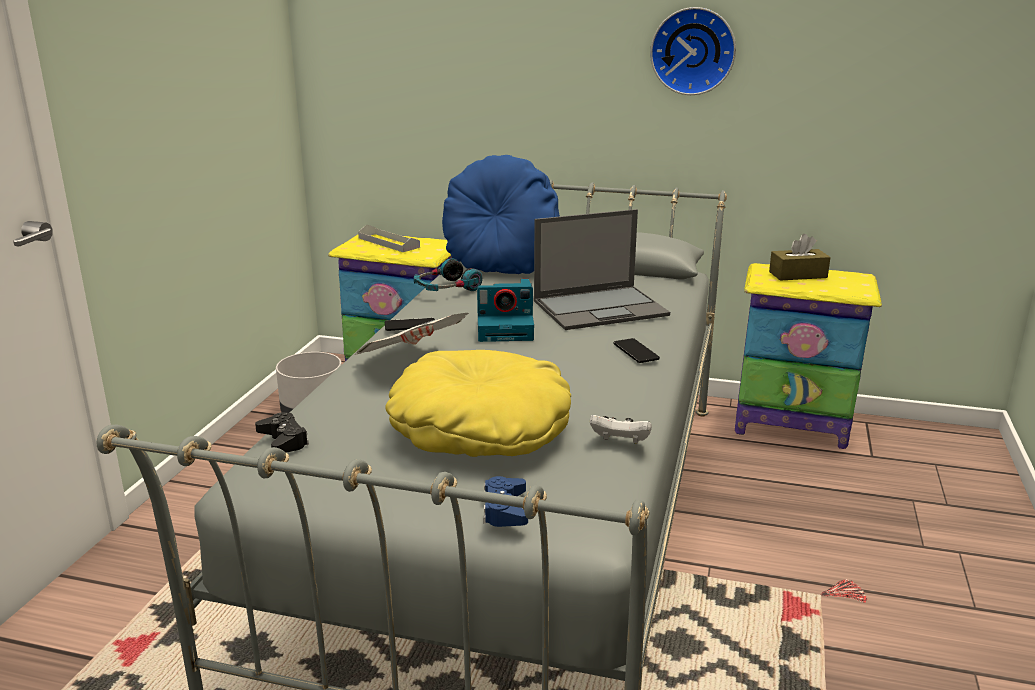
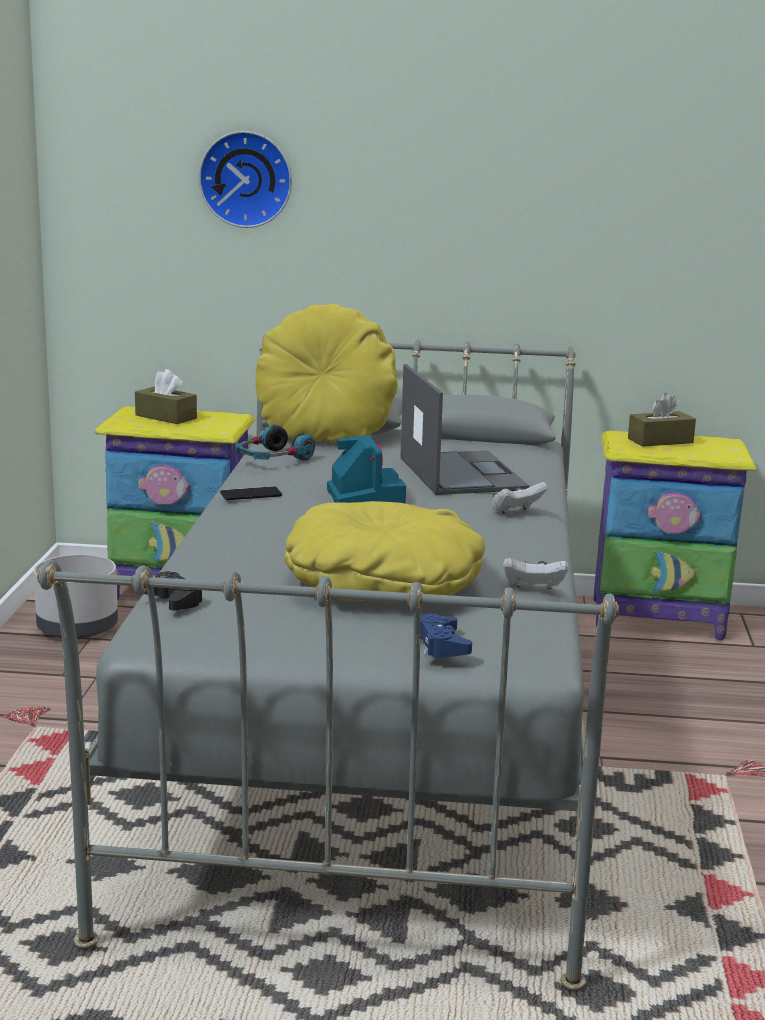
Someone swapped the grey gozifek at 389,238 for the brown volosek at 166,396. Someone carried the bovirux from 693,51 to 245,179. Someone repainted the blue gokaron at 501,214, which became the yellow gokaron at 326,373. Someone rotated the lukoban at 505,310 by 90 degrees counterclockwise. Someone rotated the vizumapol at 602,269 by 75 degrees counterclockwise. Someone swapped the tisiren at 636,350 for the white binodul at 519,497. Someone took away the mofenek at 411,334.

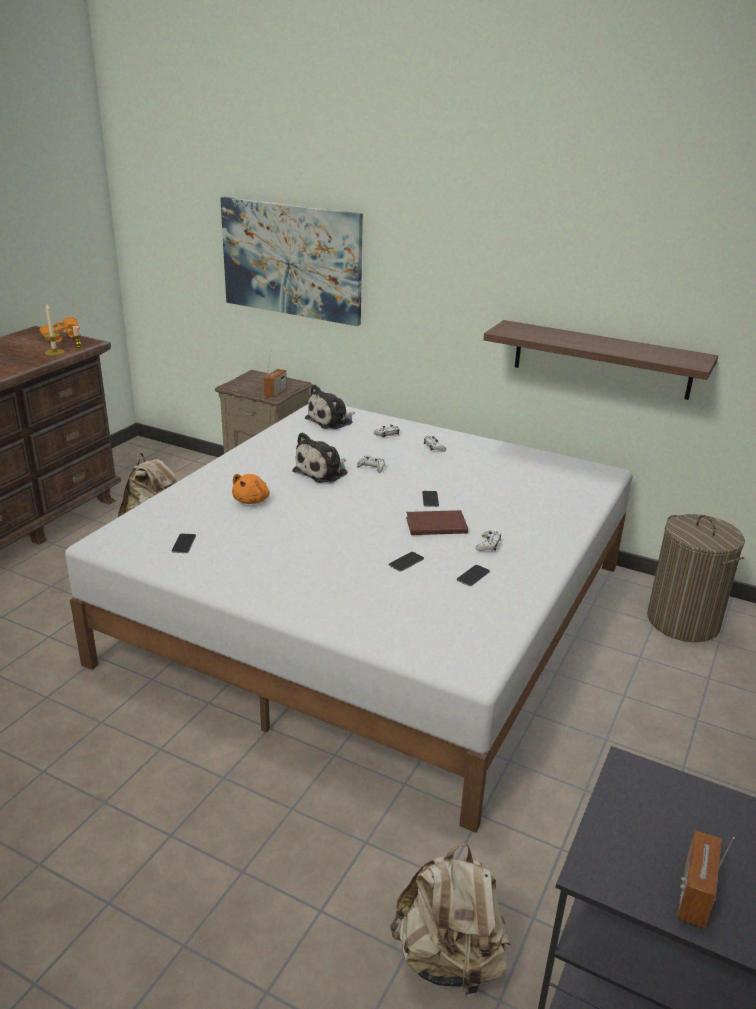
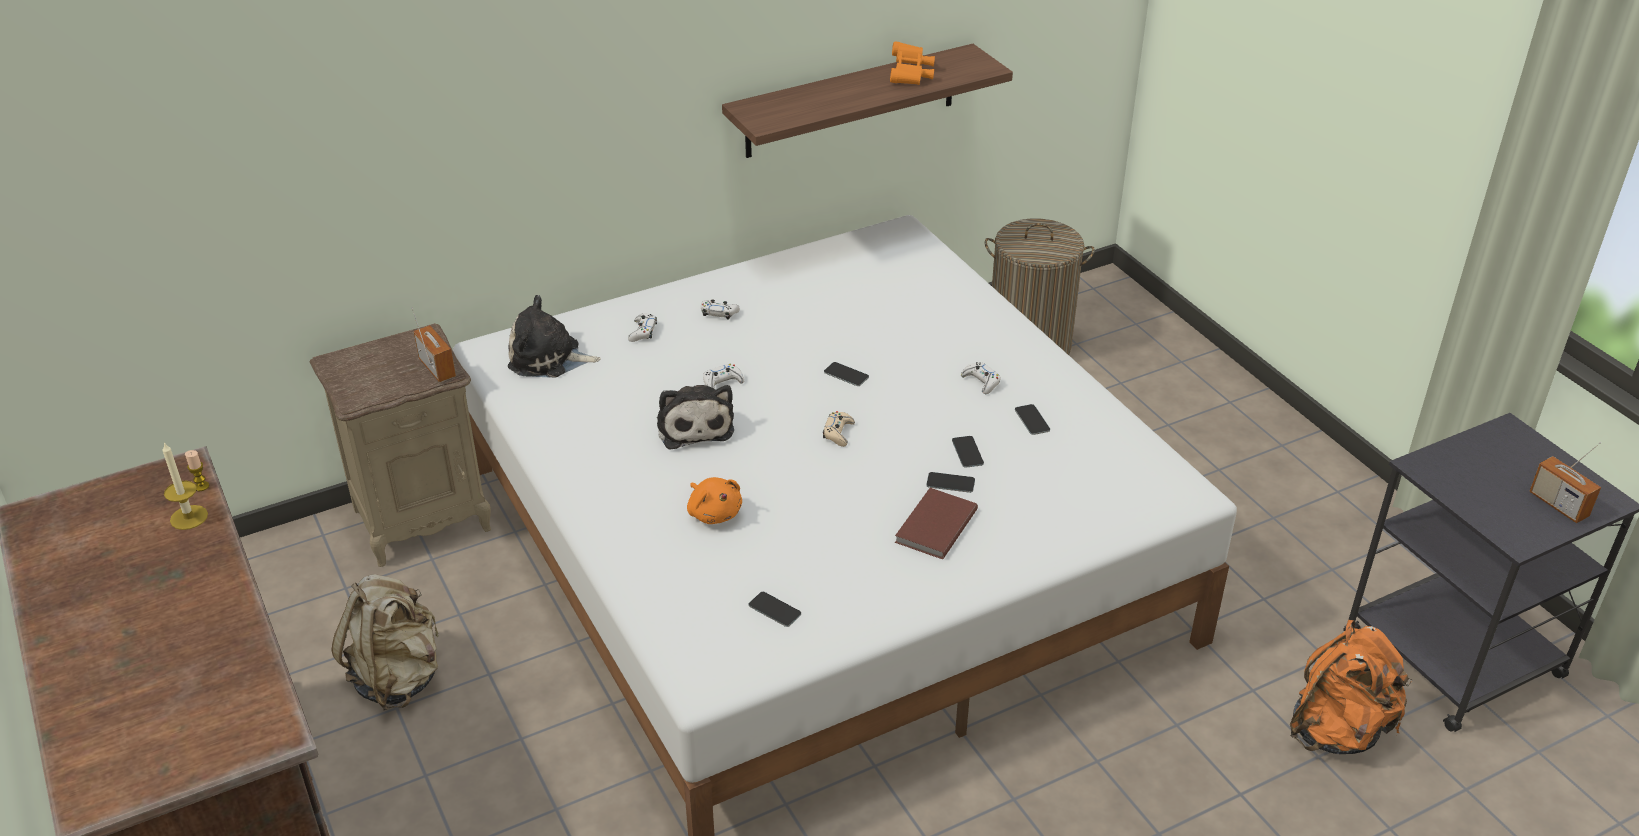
Someone rotated the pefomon at 330,406 by 105 degrees clockwise. Someone put down the beige binodul at 839,429. Someone carried the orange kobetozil from 60,329 to 912,63. Someone carried the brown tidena from 437,522 to 936,523. Someone put down the tisiren at 950,482. Someone repainted the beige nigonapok at 450,921, which became the orange nigonapok at 1351,687. Someone took away the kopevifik at 291,261.

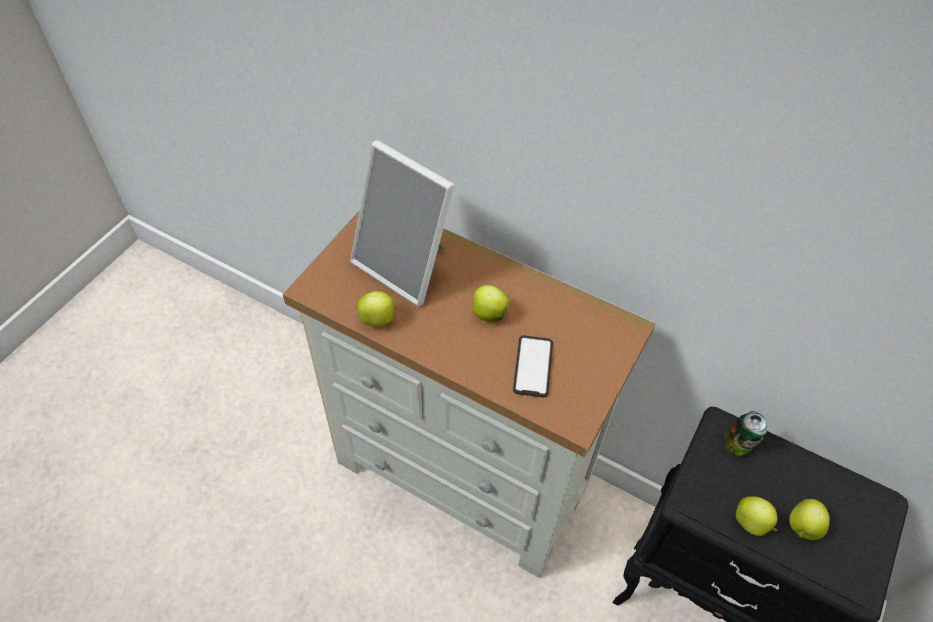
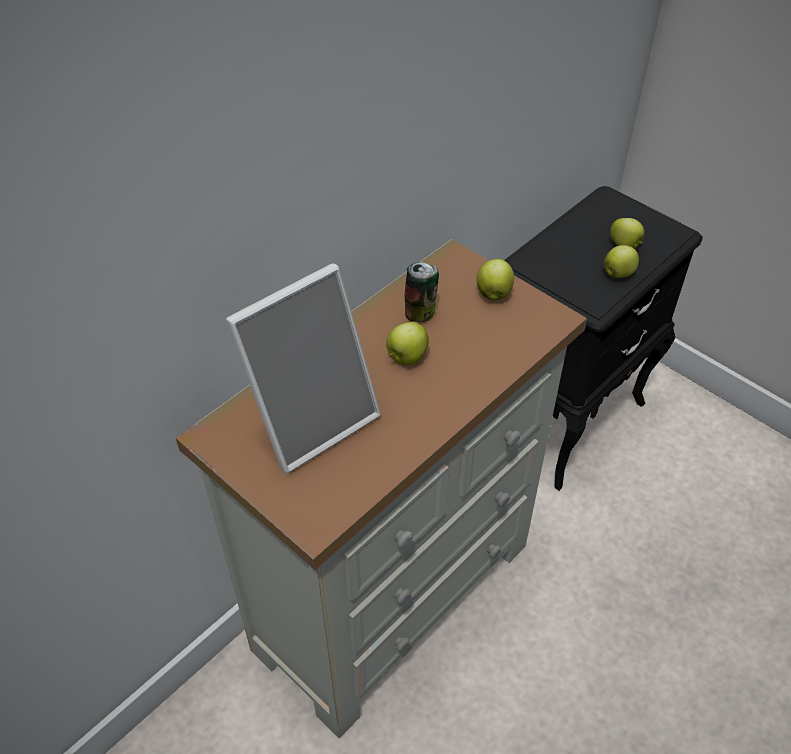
Someone carried the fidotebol from 745,433 to 422,292. Someone carried the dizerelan from 377,308 to 495,279. Someone took away the tisiren at 533,366.

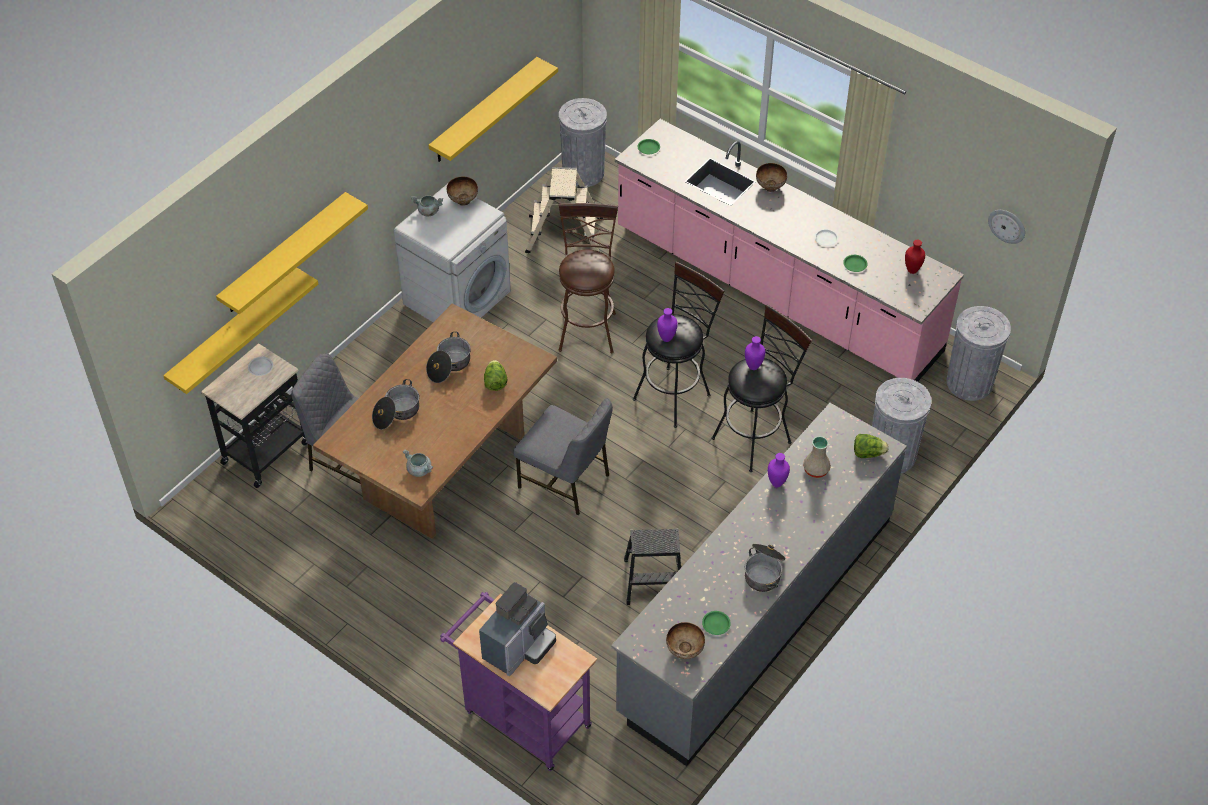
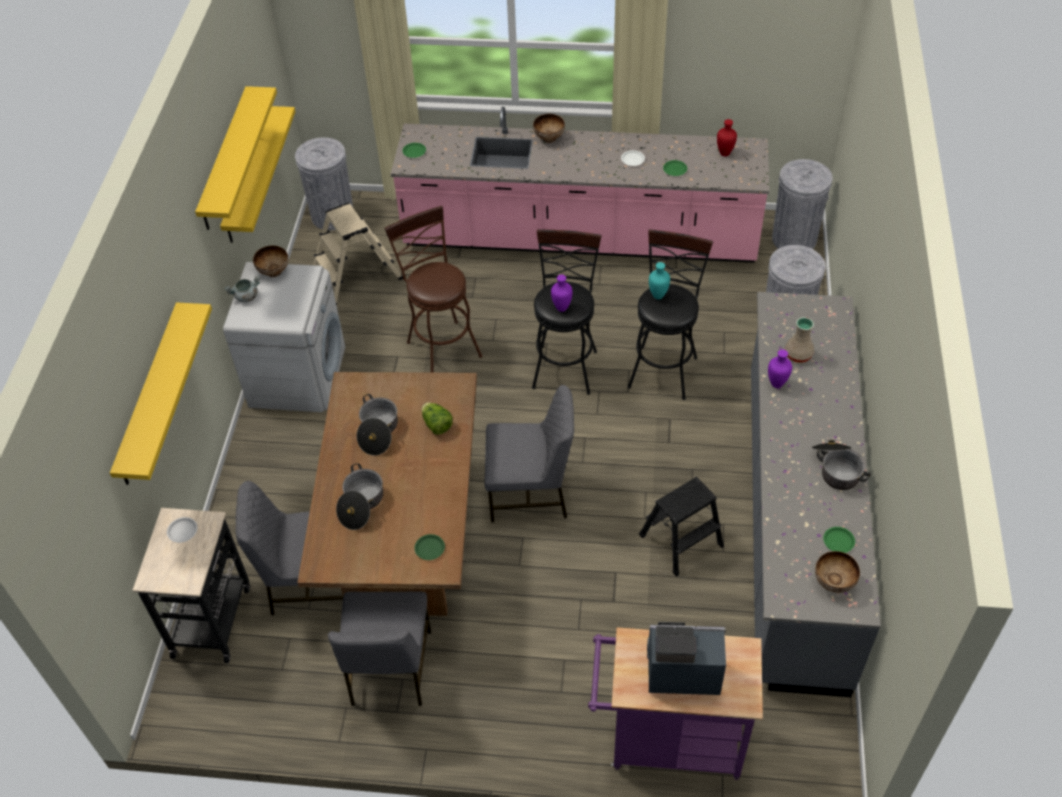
Someone carried the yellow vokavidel from 240,331 to 236,158. Someone put down the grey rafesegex at 379,648. Someone swapped the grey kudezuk at 418,463 for the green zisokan at 429,547. Someone rotated the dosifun at 517,629 by 90 degrees counterclockwise. Someone repainted the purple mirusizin at 755,353, which became the turquoise mirusizin at 659,280. Someone took away the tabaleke at 871,446. Someone took away the bovirux at 1006,227.

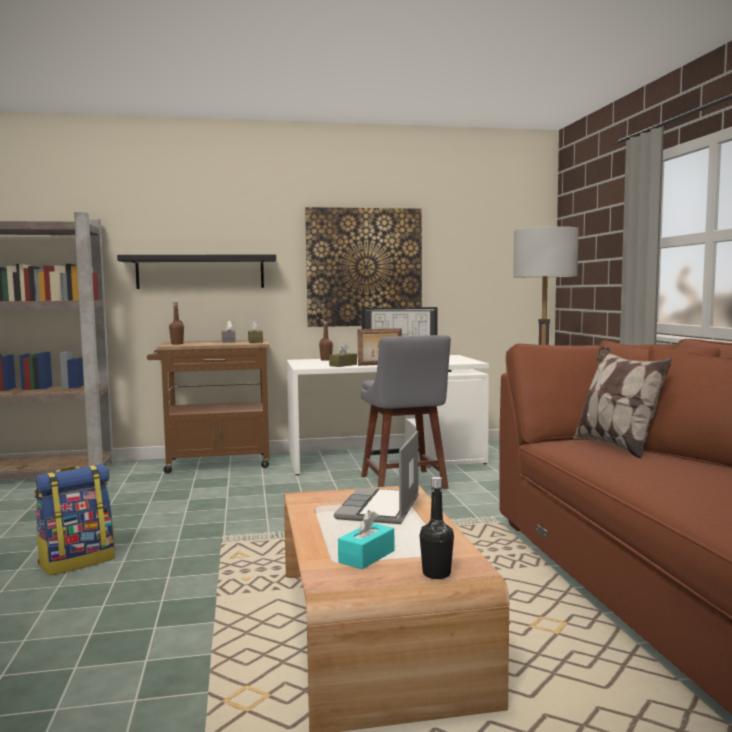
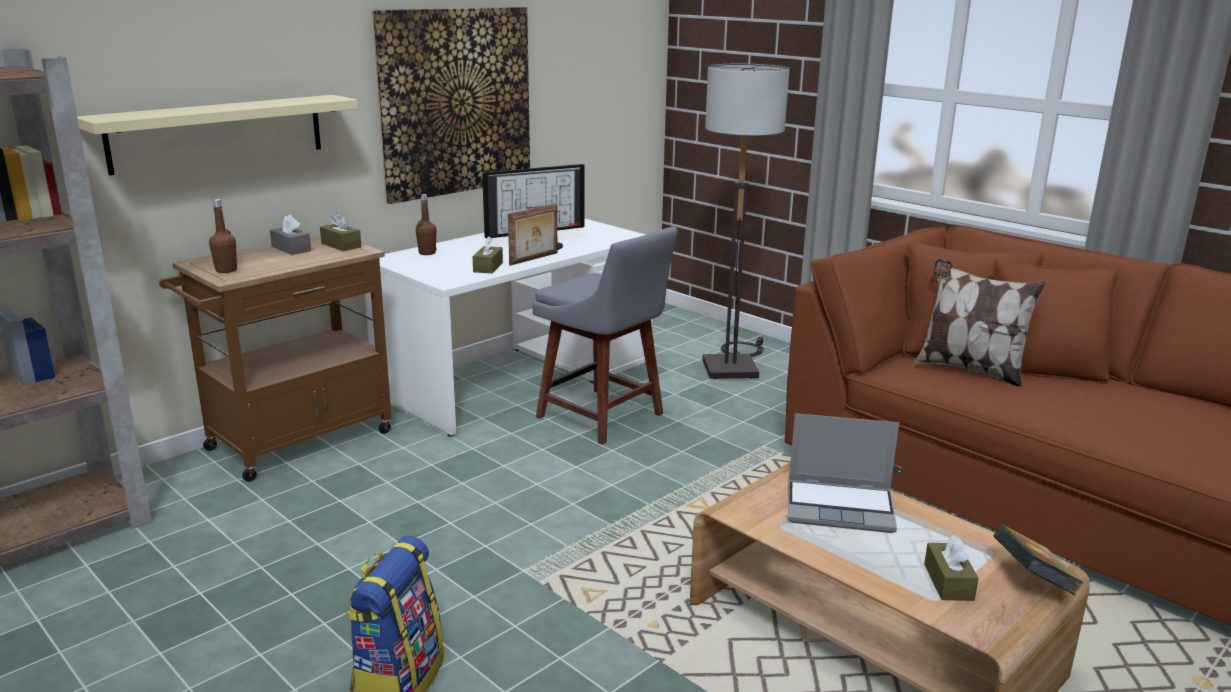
Someone repainted the black vokavidel at 196,272, which became the beige vokavidel at 217,135. Someone rotated the vizumapol at 376,477 by 60 degrees counterclockwise. Someone repainted the turquoise volosek at 366,539, which became the brown volosek at 951,568. Someone swapped the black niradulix at 436,528 for the tidena at 1038,560.

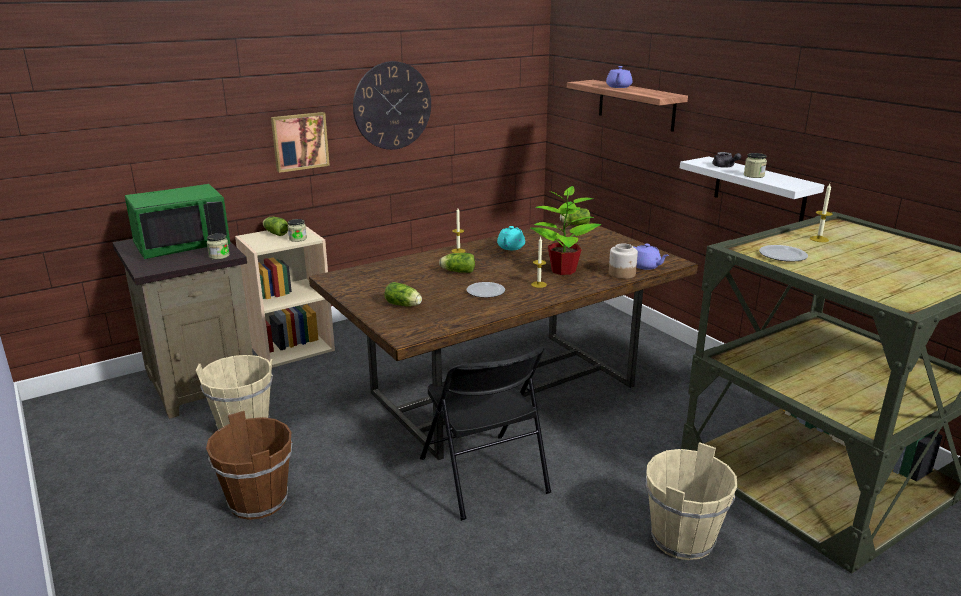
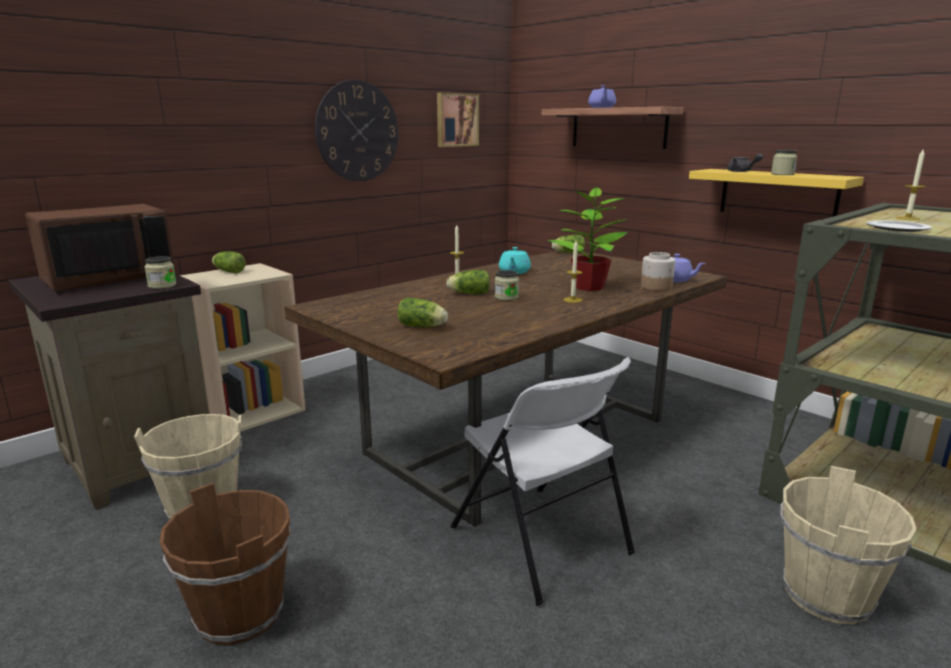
Someone repainted the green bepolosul at 177,221, which became the brown bepolosul at 100,247. Someone carried the kopevifik from 300,142 to 458,120. Someone repainted the black rafesegex at 485,433, which became the white rafesegex at 542,481. Someone carried the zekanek from 297,230 to 507,285. Someone repainted the white vokavidel at 752,189, which became the yellow vokavidel at 776,193. Someone took away the zisokan at 486,290.

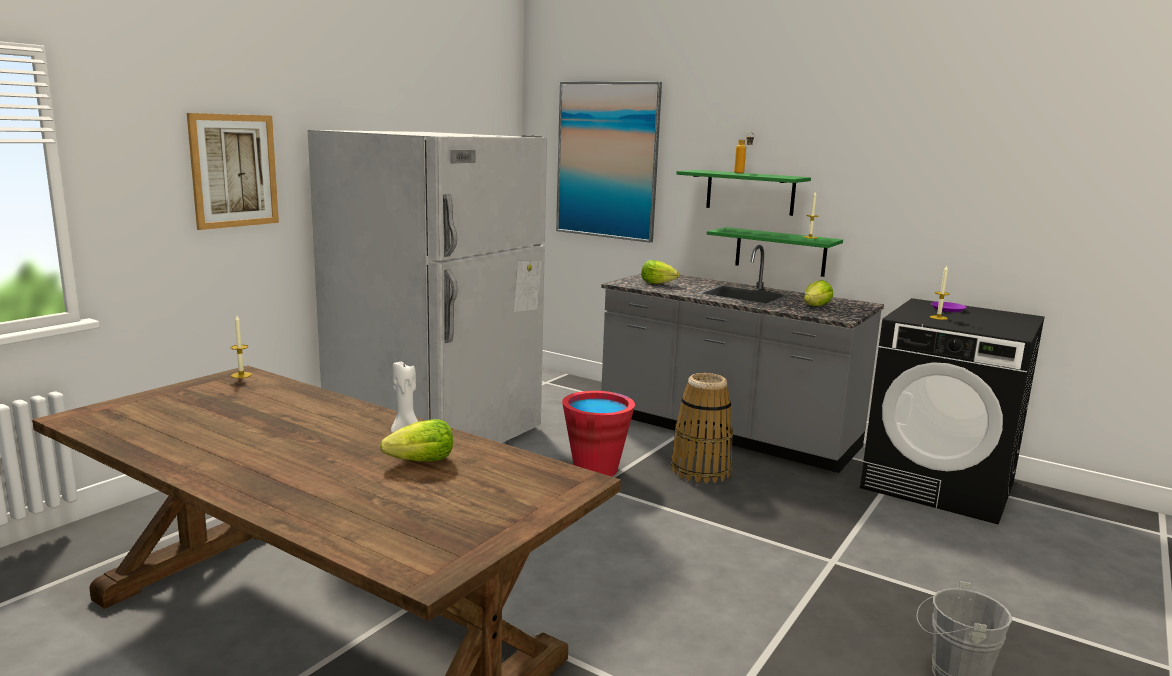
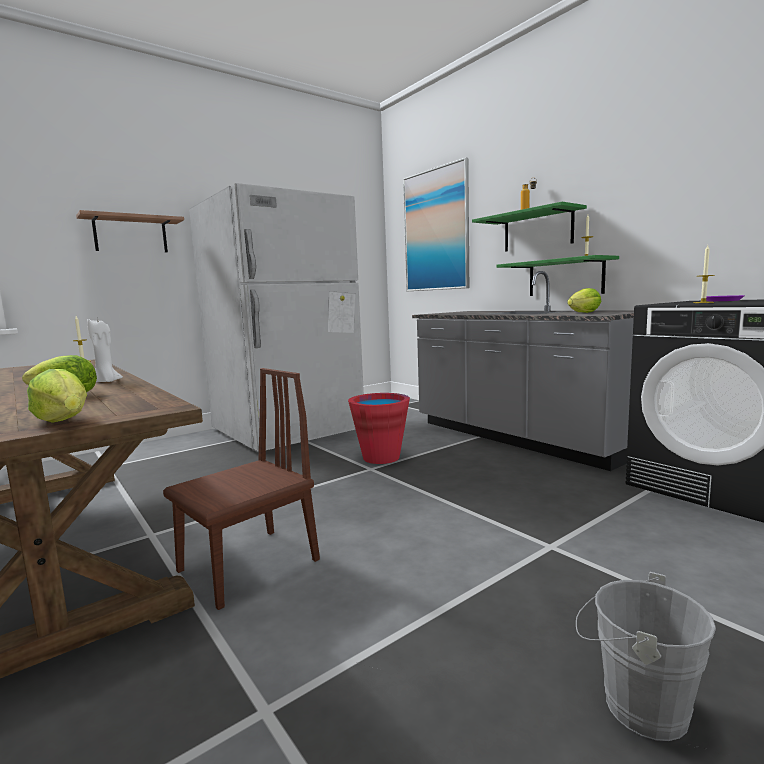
Someone carried the tabaleke from 660,272 to 57,396. Someone swapped the kopevifik at 233,171 for the vokavidel at 130,231. Someone put down the brown rafesegex at 241,489. Someone took away the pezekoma at 702,428.

